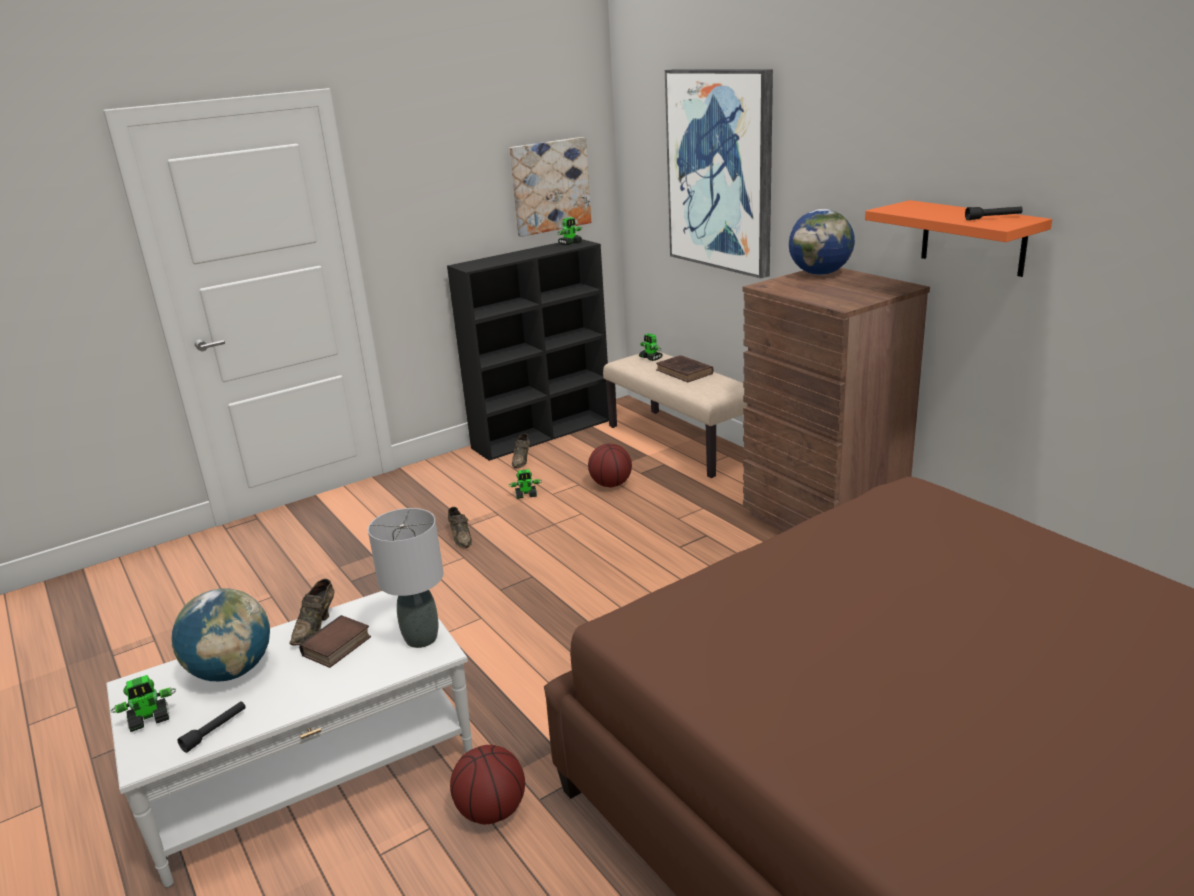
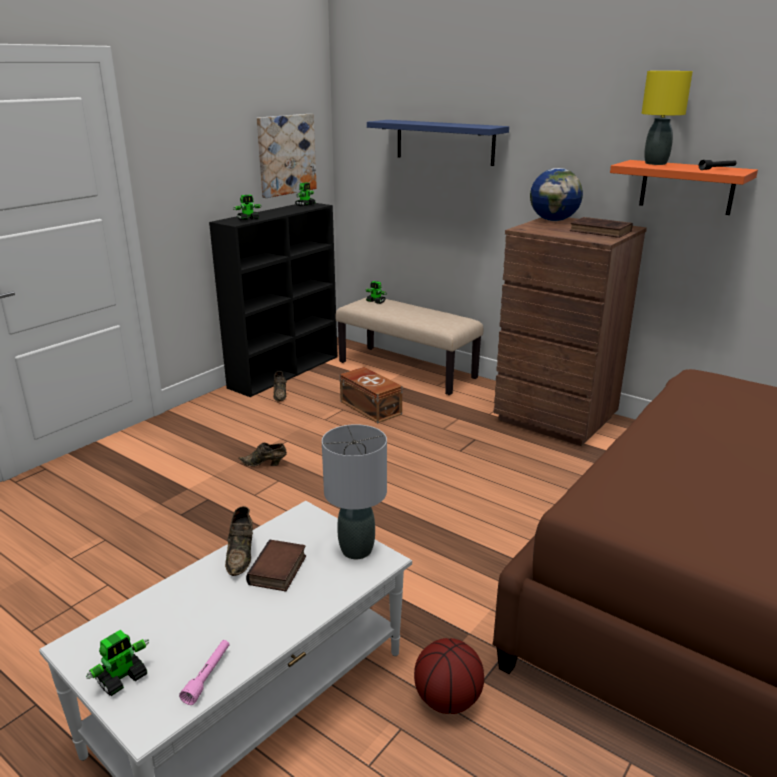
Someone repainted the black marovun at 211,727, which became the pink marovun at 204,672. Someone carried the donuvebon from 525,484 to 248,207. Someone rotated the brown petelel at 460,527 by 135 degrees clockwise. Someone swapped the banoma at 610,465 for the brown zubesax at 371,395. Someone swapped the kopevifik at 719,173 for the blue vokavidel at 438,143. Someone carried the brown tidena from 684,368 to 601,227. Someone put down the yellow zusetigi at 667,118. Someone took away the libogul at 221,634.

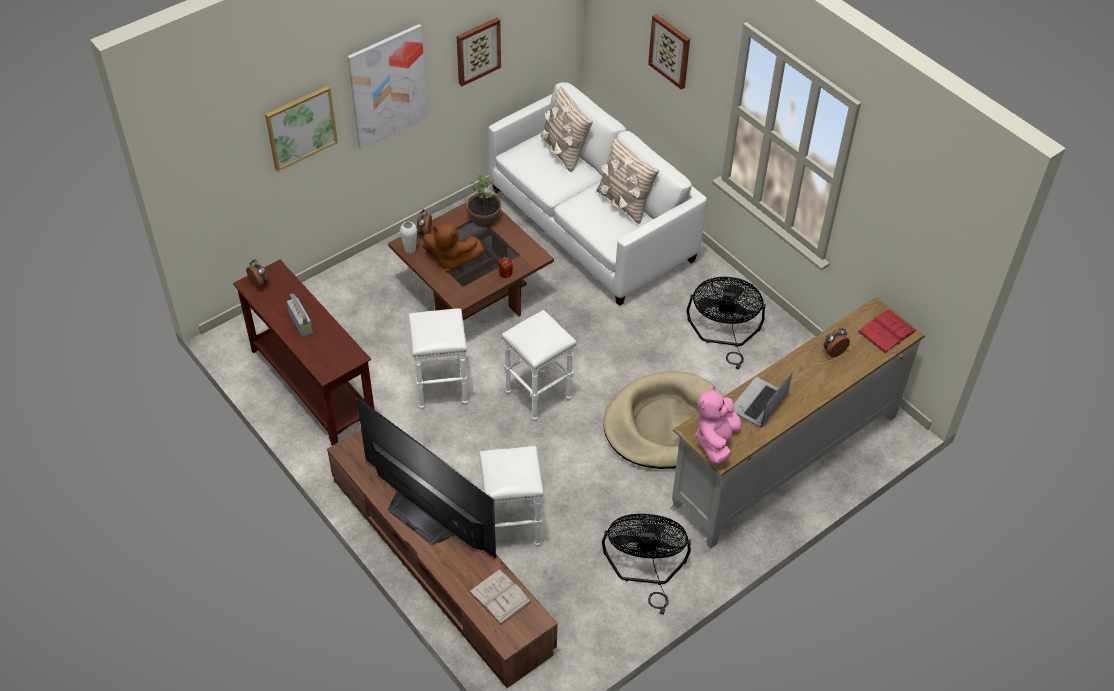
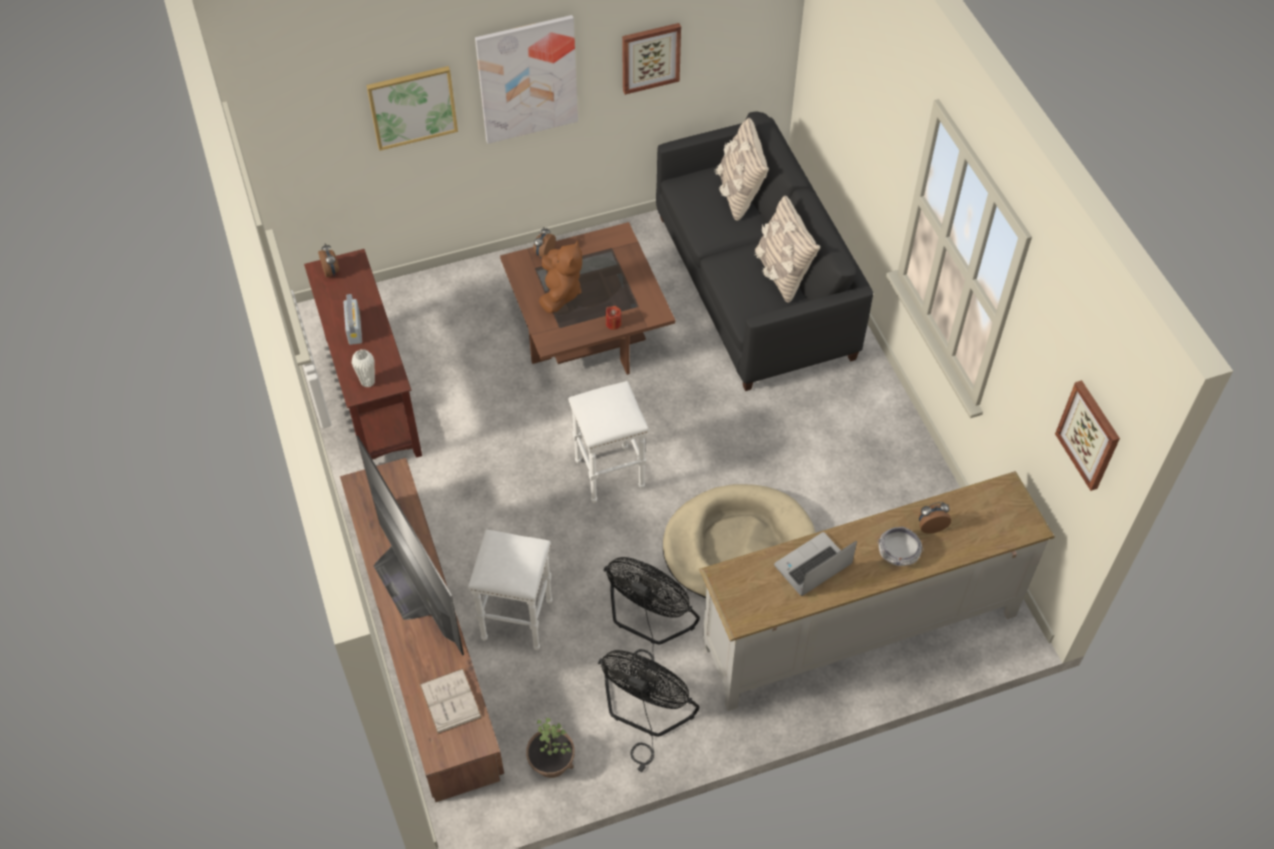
Someone carried the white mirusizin from 408,237 to 363,368. Someone carried the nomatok from 484,201 to 550,748. Someone rotated the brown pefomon at 453,247 by 120 degrees counterclockwise. Someone carried the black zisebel from 726,323 to 651,613. Someone repainted the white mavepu at 597,194, which became the black mavepu at 764,251. Someone put down the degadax at 900,546. Someone carried the kopevifik from 669,52 to 1087,435. Someone took away the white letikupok at 438,359. Someone took away the pink pefomon at 718,425. Someone took away the red tidena at 887,331.

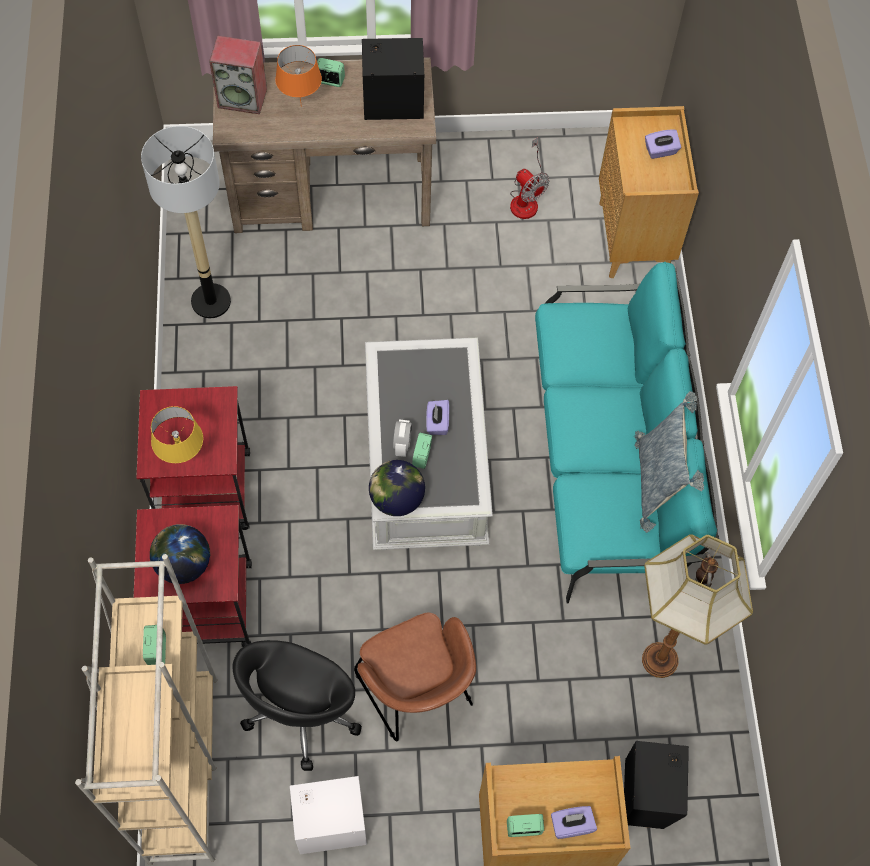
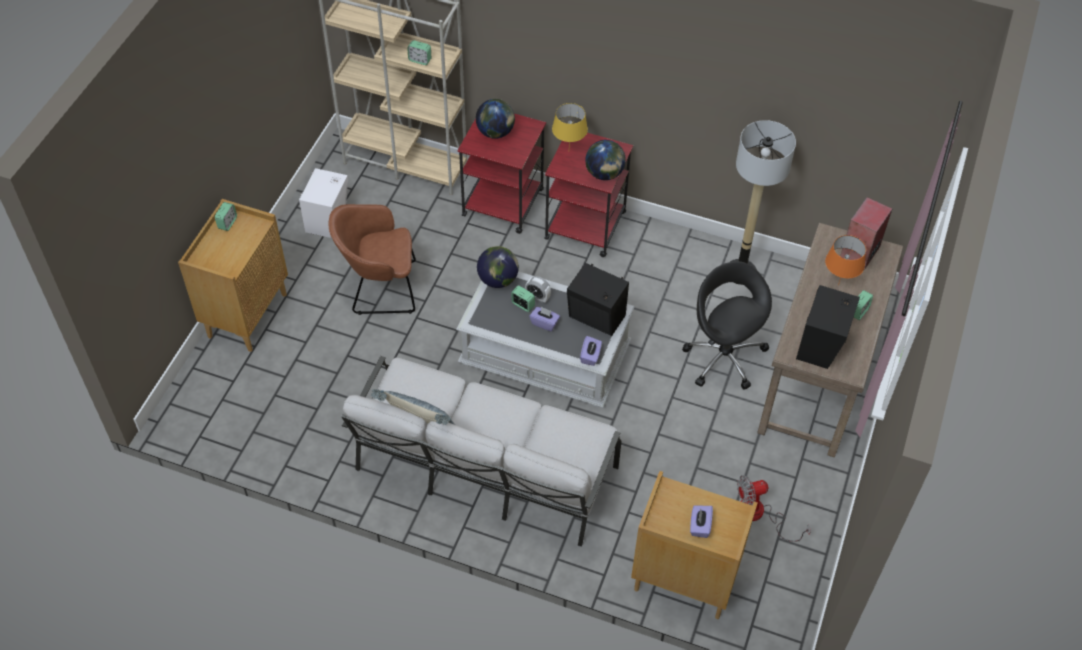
Someone repainted the turquoise mavepu at 627,433, which became the white mavepu at 481,451. Someone carried the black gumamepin from 656,785 to 598,299. Someone carried the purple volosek from 574,822 to 591,351. Someone put down the libogul at 605,160. Someone carried the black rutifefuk from 297,705 to 727,325. Someone took away the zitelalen at 697,606.

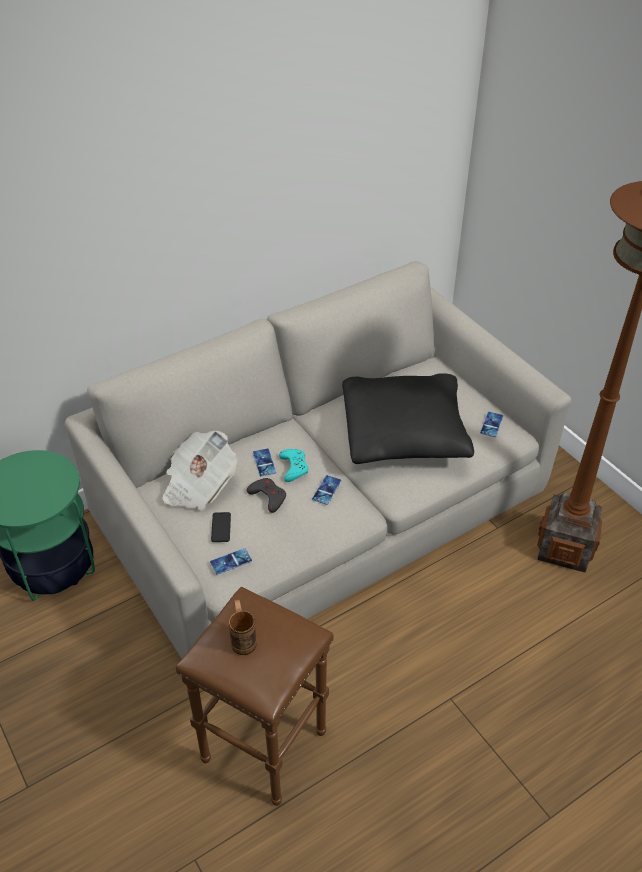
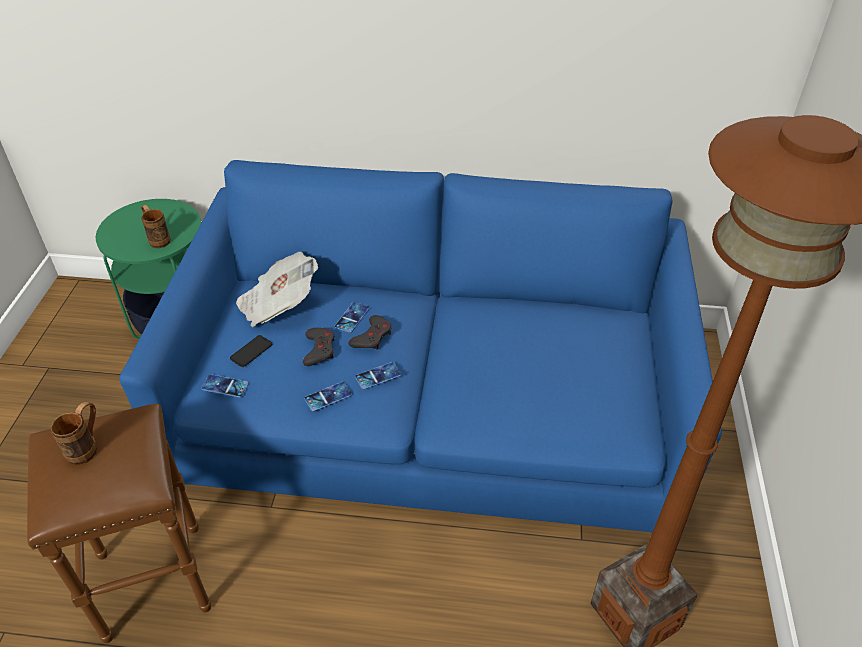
Someone repainted the grey mavepu at 318,460, which became the blue mavepu at 420,346. Someone put down the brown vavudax at 156,226. Someone carried the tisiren from 491,424 to 328,396. Someone repainted the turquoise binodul at 293,465, which became the grey binodul at 370,332. Someone took away the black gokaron at 408,418.

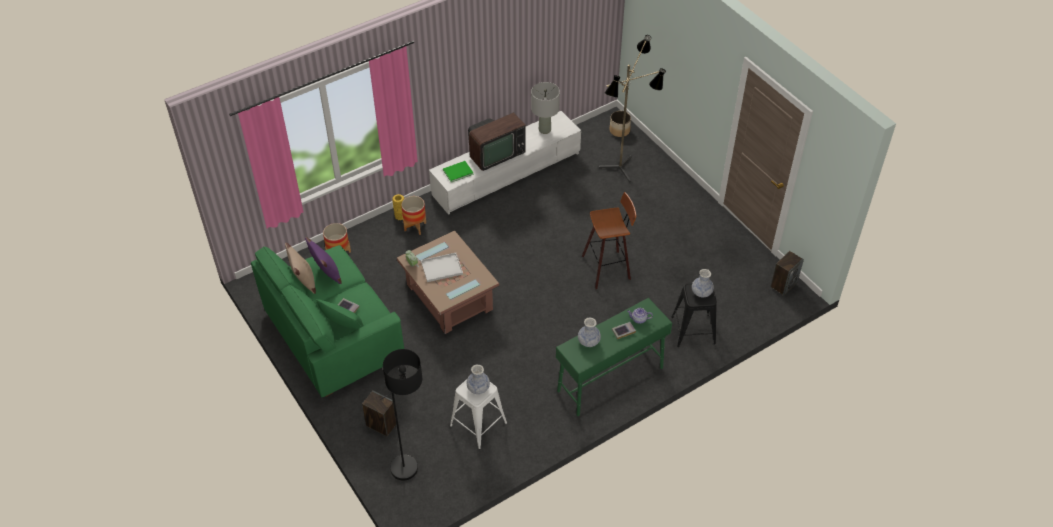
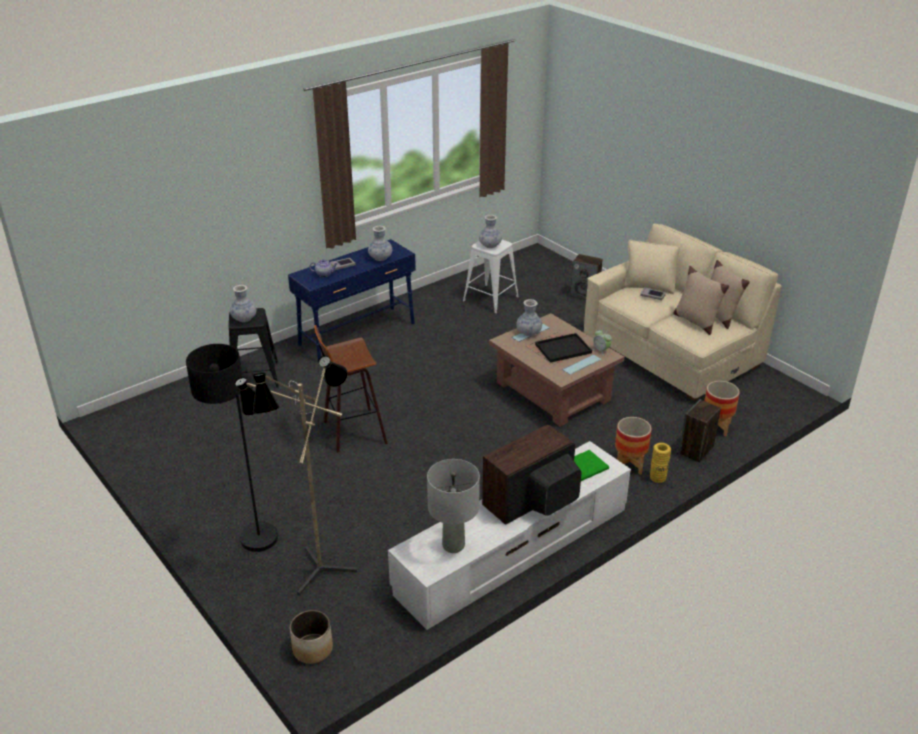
Someone carried the black zitelalen from 401,415 to 232,448. Someone repainted the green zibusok at 614,357, which became the blue zibusok at 352,300. Someone put down the mirusizin at 529,317. Someone repainted the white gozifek at 442,267, which became the black gozifek at 563,348. Someone repainted the green mavepu at 327,321, which became the beige mavepu at 683,312. Someone repainted the purple gokaron at 323,260, which became the beige gokaron at 701,300. Someone carried the gumamepin from 787,273 to 700,430.

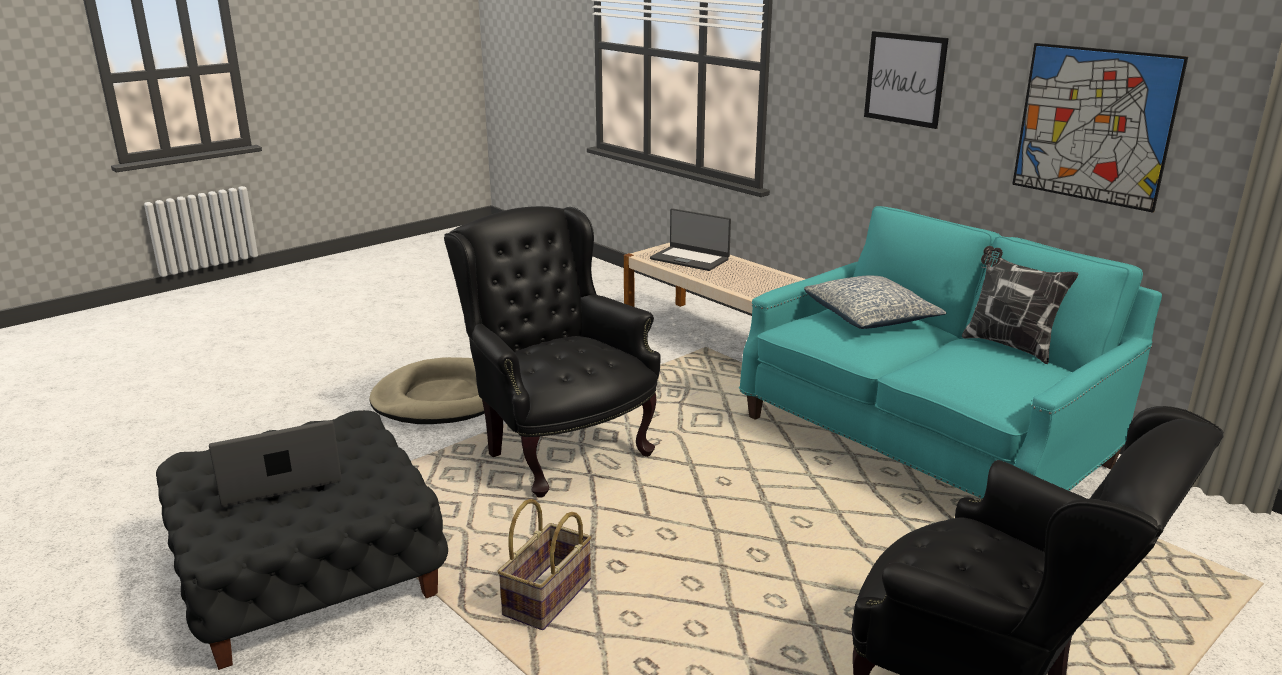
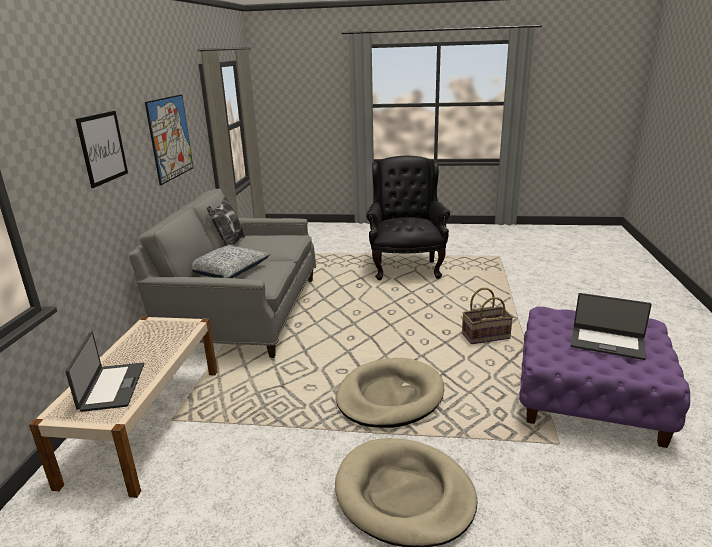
Someone repainted the turquoise mavepu at 950,352, which became the grey mavepu at 222,273. Someone swapped the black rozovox at 552,352 for the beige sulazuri at 390,393. Someone repainted the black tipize at 302,540, which became the purple tipize at 604,377.

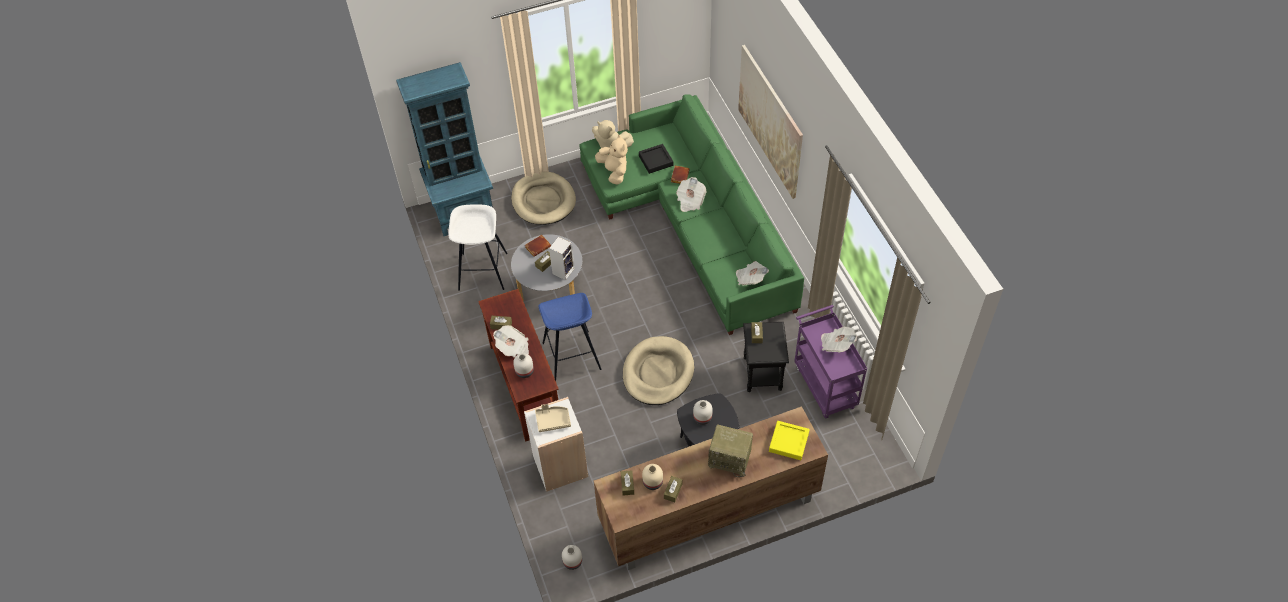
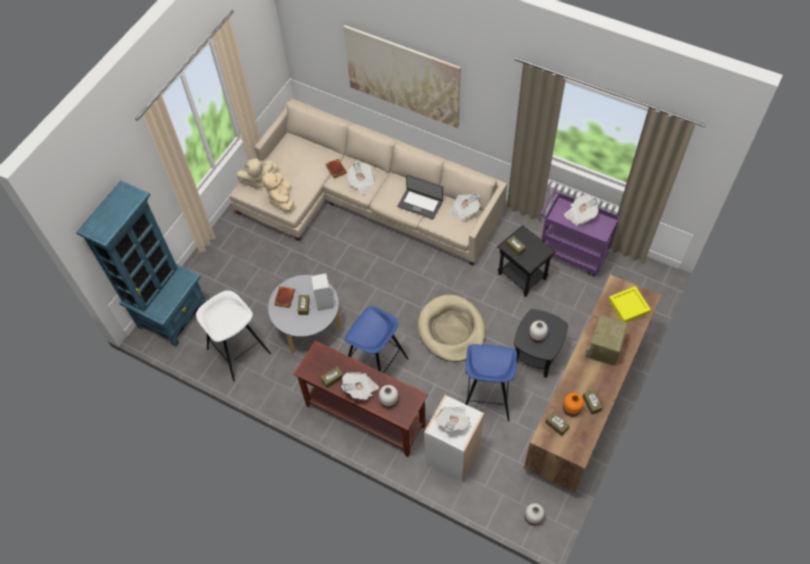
Someone repainted the green mavepu at 692,214, which became the beige mavepu at 368,182. Someone rotated the beige pefomon at 611,159 by 120 degrees counterclockwise. Someone put down the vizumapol at 420,196. Someone swapped the beige gozifek at 553,418 for the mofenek at 453,419. Someone put down the blue letikupok at 491,382. Someone repainted the beige mirusizin at 652,477, which became the orange mirusizin at 573,405. Someone rotated the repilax at 730,451 by 135 degrees clockwise. Someone took away the beige sulazuri at 543,198. Someone took away the black gozifek at 656,159.

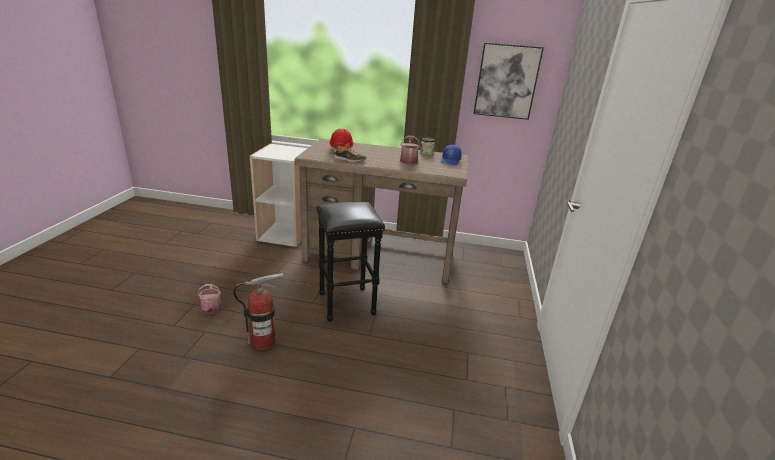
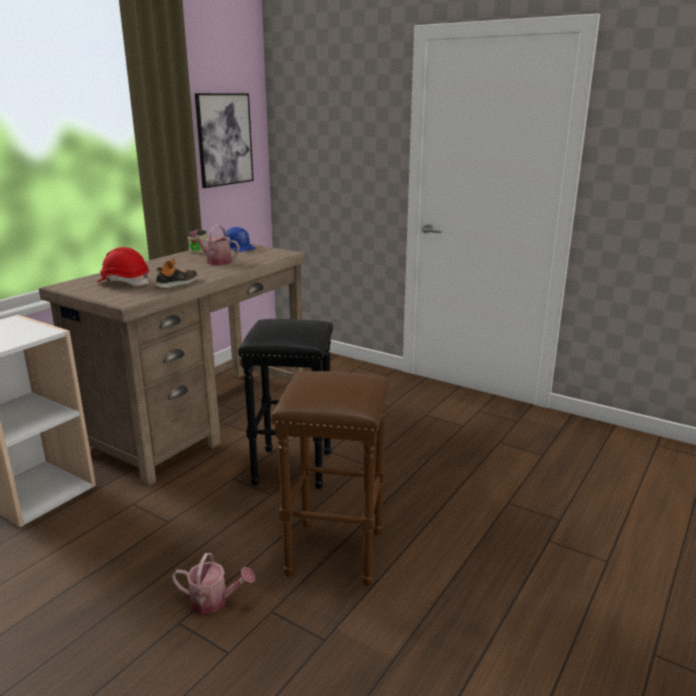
Someone swapped the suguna at 258,311 for the brown letikupok at 330,478.

